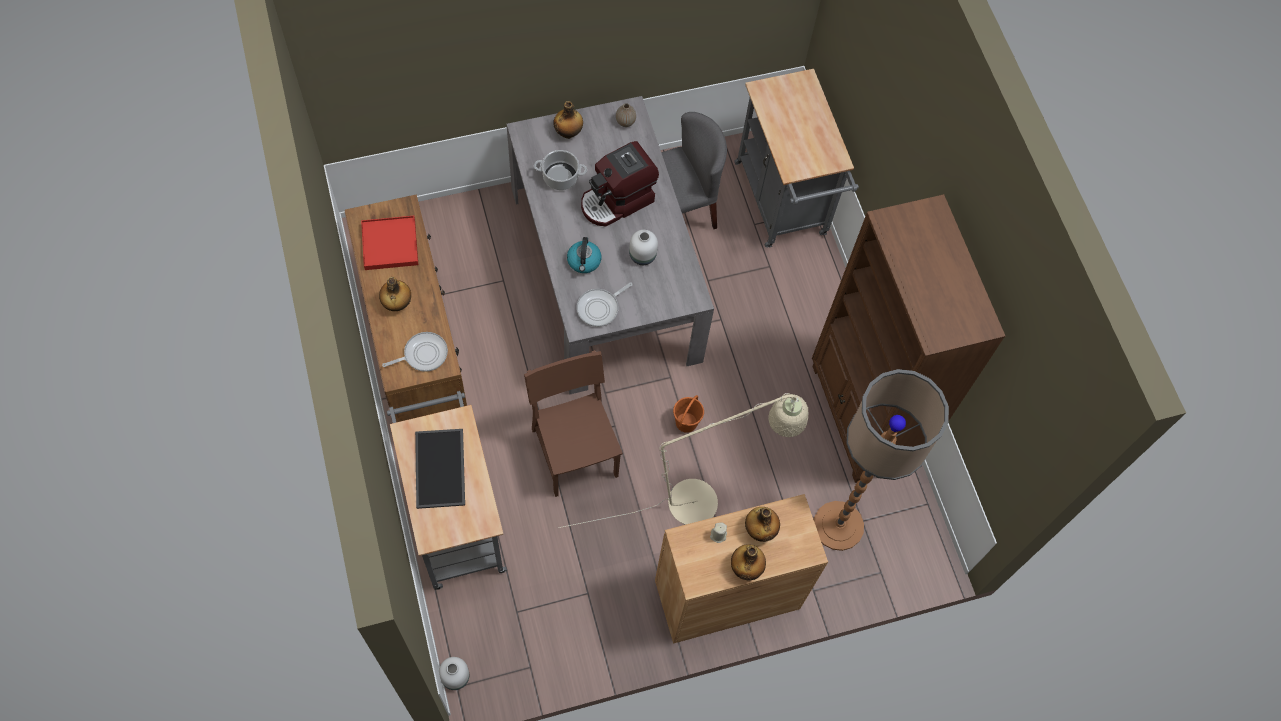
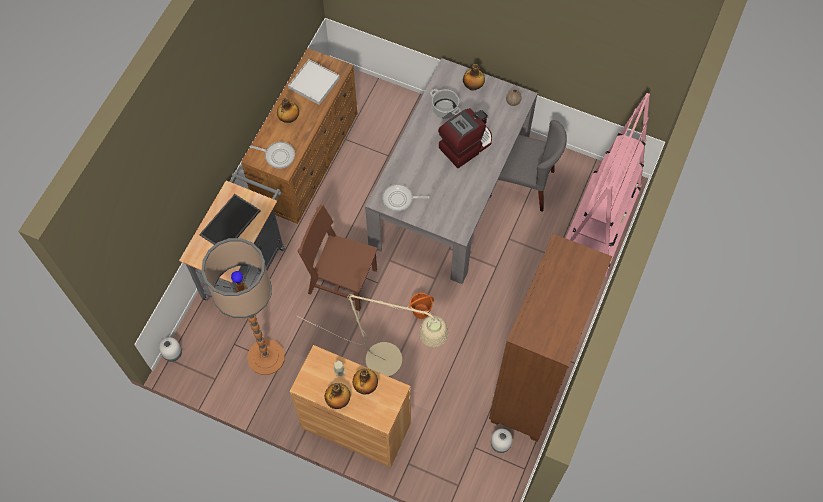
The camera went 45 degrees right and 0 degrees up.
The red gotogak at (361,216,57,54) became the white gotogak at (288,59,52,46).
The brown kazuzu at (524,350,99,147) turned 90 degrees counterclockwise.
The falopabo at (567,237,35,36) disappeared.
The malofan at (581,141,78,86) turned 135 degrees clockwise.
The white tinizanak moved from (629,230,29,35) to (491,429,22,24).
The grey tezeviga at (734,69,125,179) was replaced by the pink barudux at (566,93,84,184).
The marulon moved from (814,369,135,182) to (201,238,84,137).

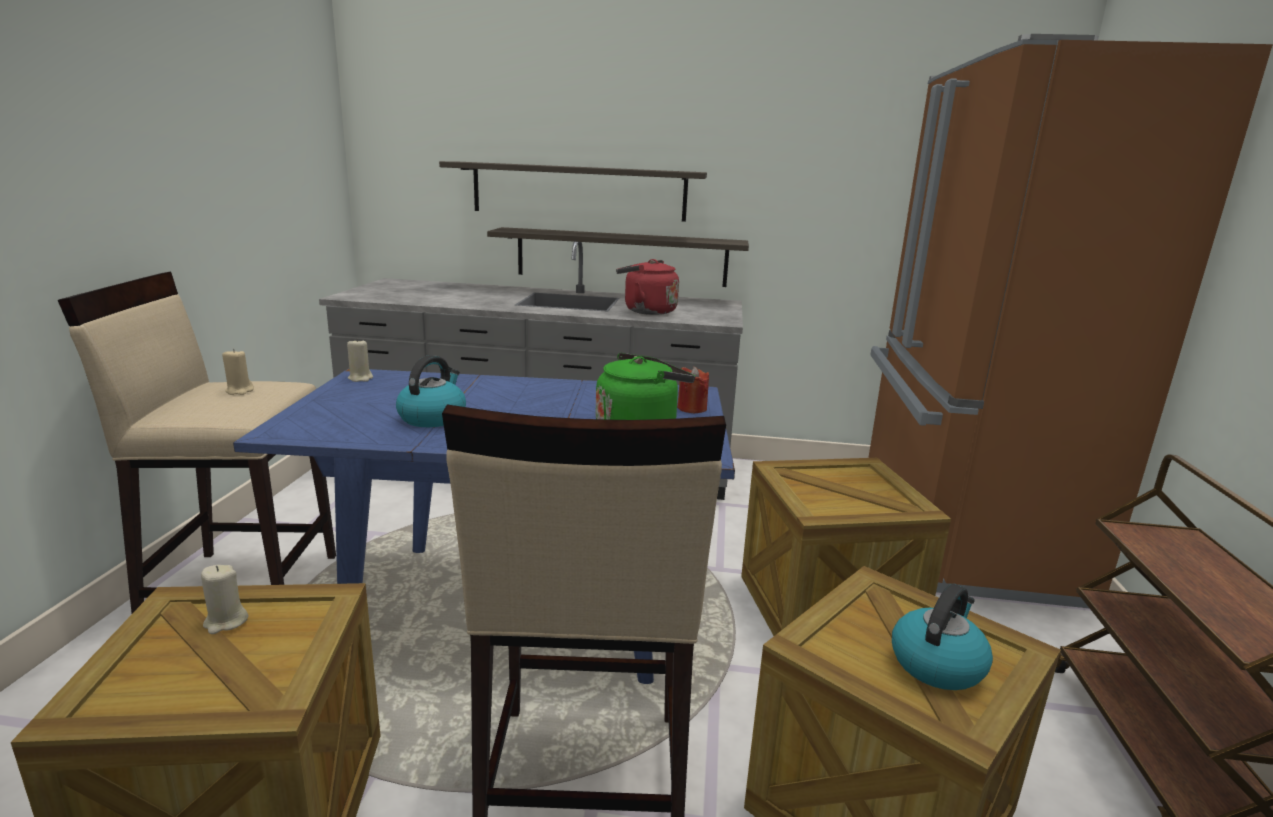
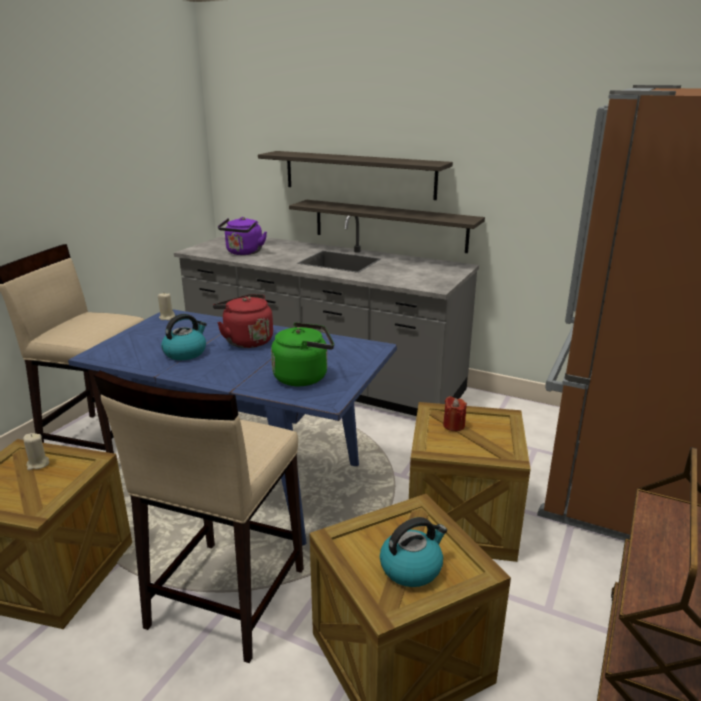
The camera went 20 degrees right and 5 degrees up.
The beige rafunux at (222,349,32,46) disappeared.
The red falopabo moved from (616,259,63,56) to (213,294,60,54).
The red rafunux moved from (677,366,32,47) to (443,396,24,35).
The purple falopabo at (218,217,49,38) appeared.

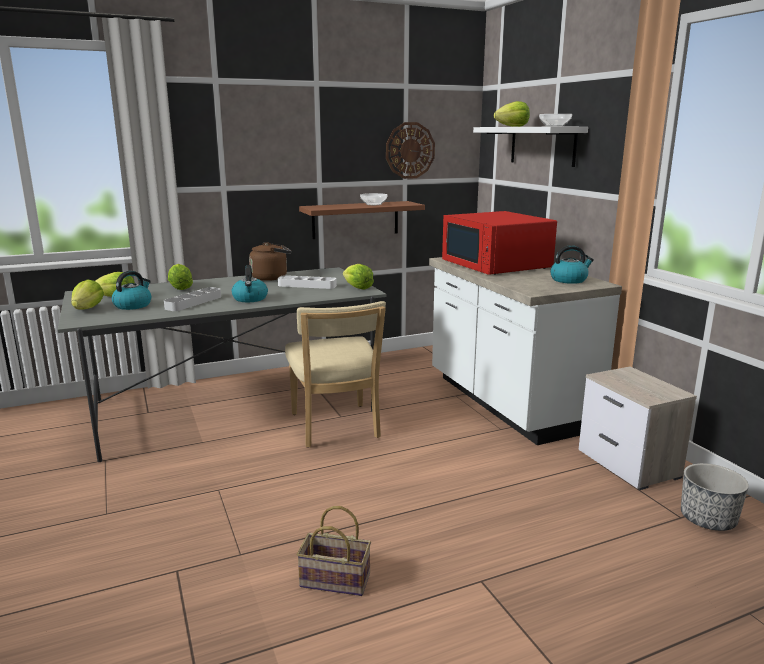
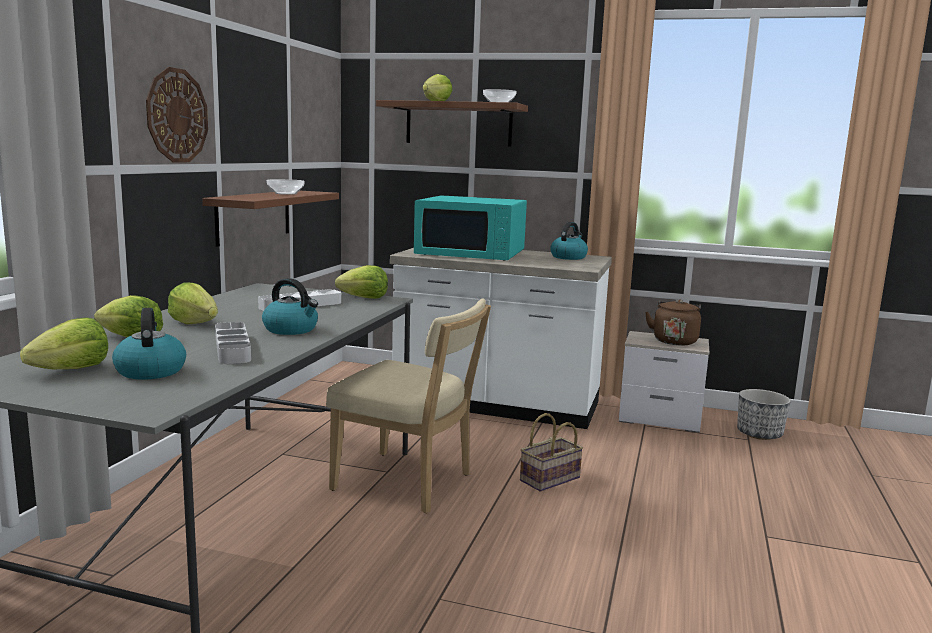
The camera went 50 degrees left and 5 degrees down.
The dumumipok moved from (71,279,33,31) to (168,282,50,42).
The brown falopabo moved from (249,242,43,39) to (645,299,56,46).
The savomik moved from (297,506,74,90) to (520,413,63,78).
The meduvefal moved from (386,122,49,57) to (146,67,62,96).
The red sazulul at (442,211,115,64) became the turquoise sazulul at (414,195,113,66).
The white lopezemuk at (473,127,115,40) became the brown lopezemuk at (376,100,152,47).

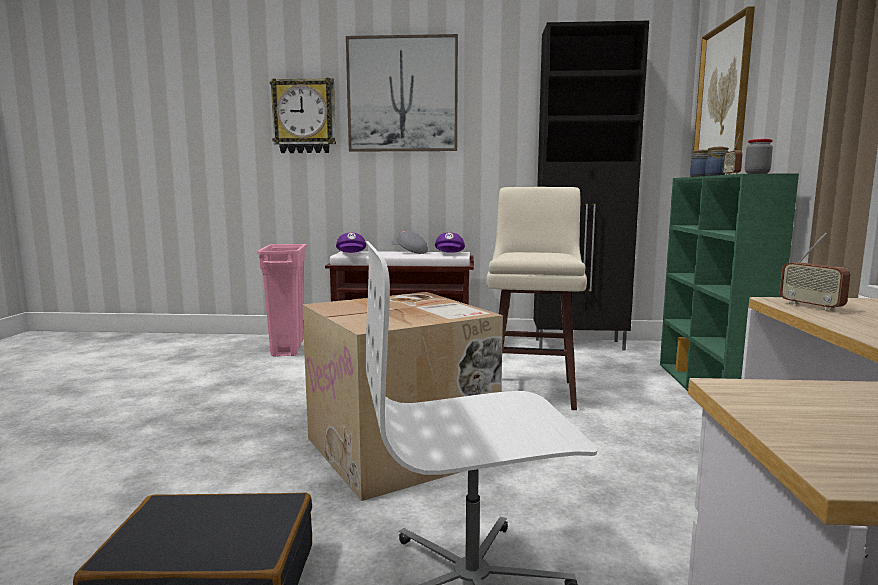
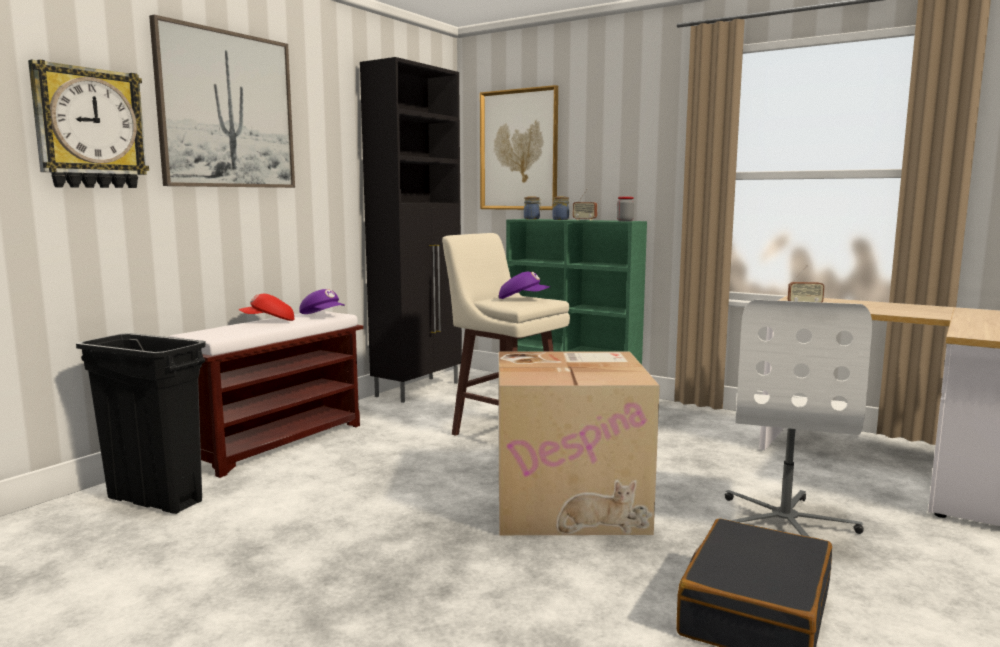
The camera went 60 degrees left and 0 degrees up.
The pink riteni at (257,244,50,113) became the black riteni at (76,333,130,181).
The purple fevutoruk moved from (336,233,30,20) to (499,272,51,27).
The grey fevutoruk at (391,231,37,23) became the red fevutoruk at (239,294,55,27).

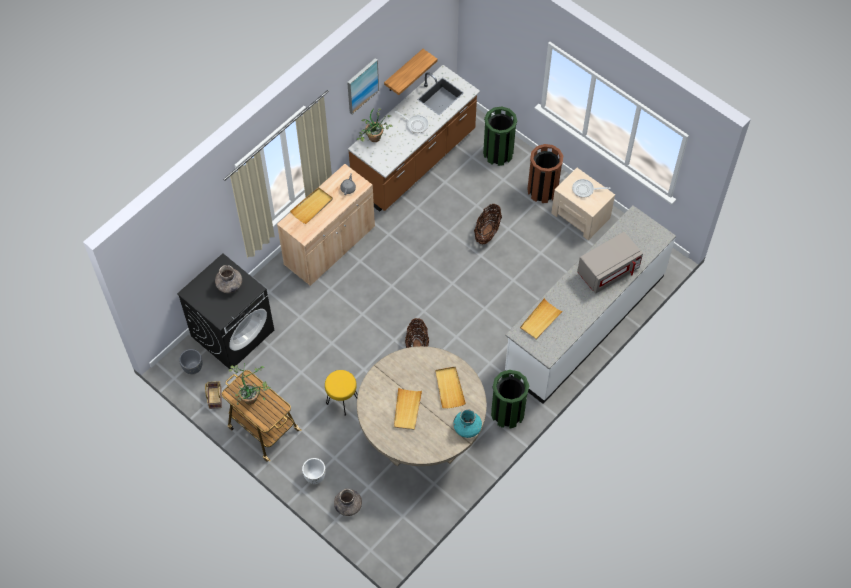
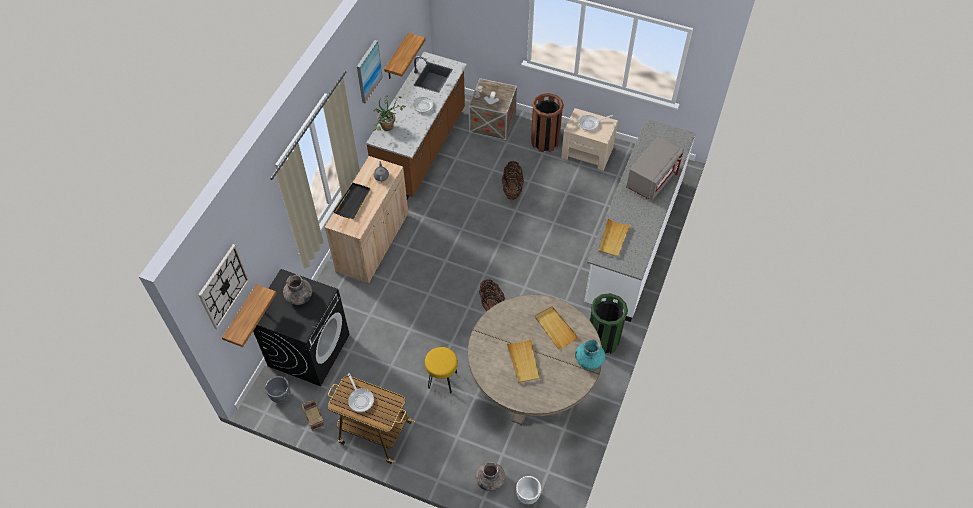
The camera went 20 degrees left and 5 degrees down.
The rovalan at (229,363,41,42) was replaced by the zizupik at (348,373,26,39).
The beige gotogak at (290,187,43,37) became the black gotogak at (333,183,37,36).
The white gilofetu moved from (302,458,24,26) to (516,476,25,29).
The green riteni at (483,107,34,59) was replaced by the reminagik at (469,78,48,62).
The meduvefal at (198,244,51,85) appeared.
The lopezemuk at (222,284,55,63) appeared.

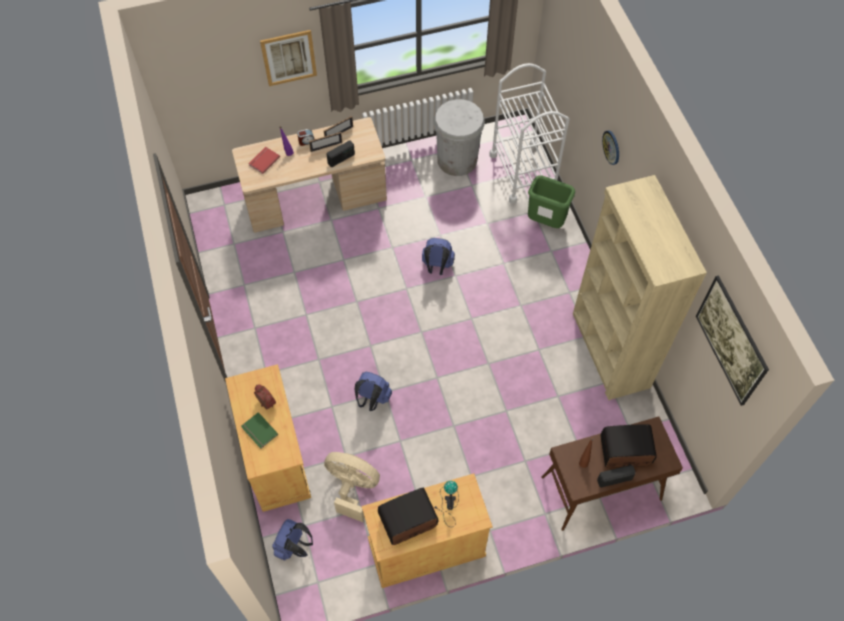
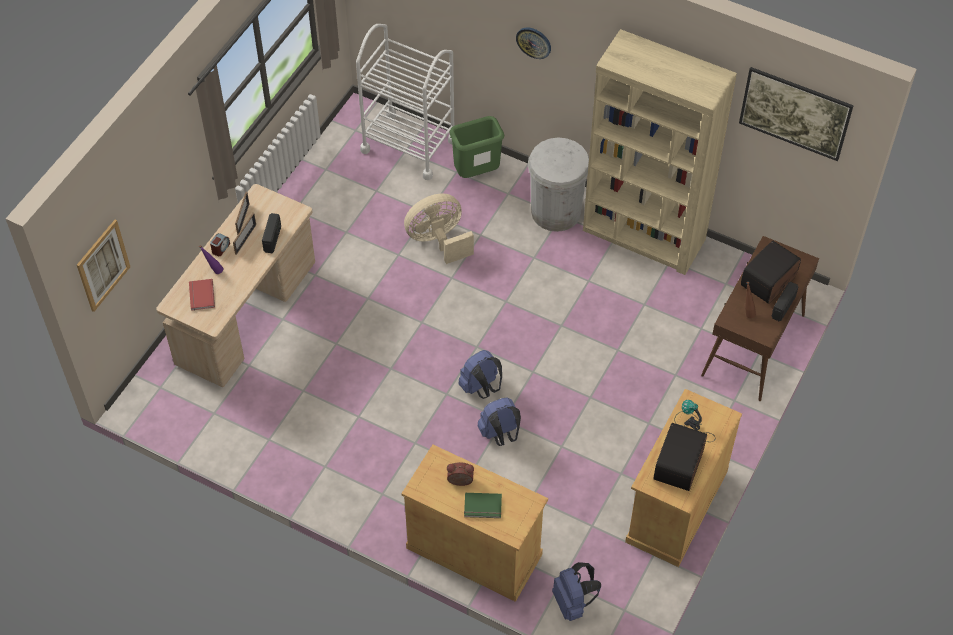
The camera went 45 degrees left and 5 degrees down.
The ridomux moved from (260,30,57,56) to (77,220,53,92).
The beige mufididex moved from (324,452,56,70) to (404,193,70,71).
The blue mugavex moved from (422,238,33,37) to (458,350,44,49).
The white riteni moved from (434,99,51,77) to (528,137,61,95).

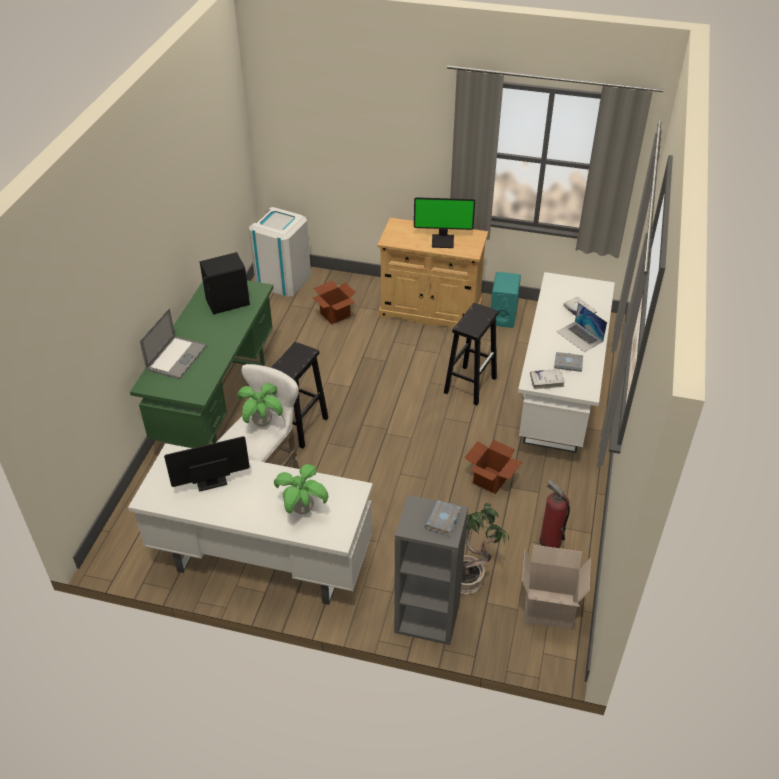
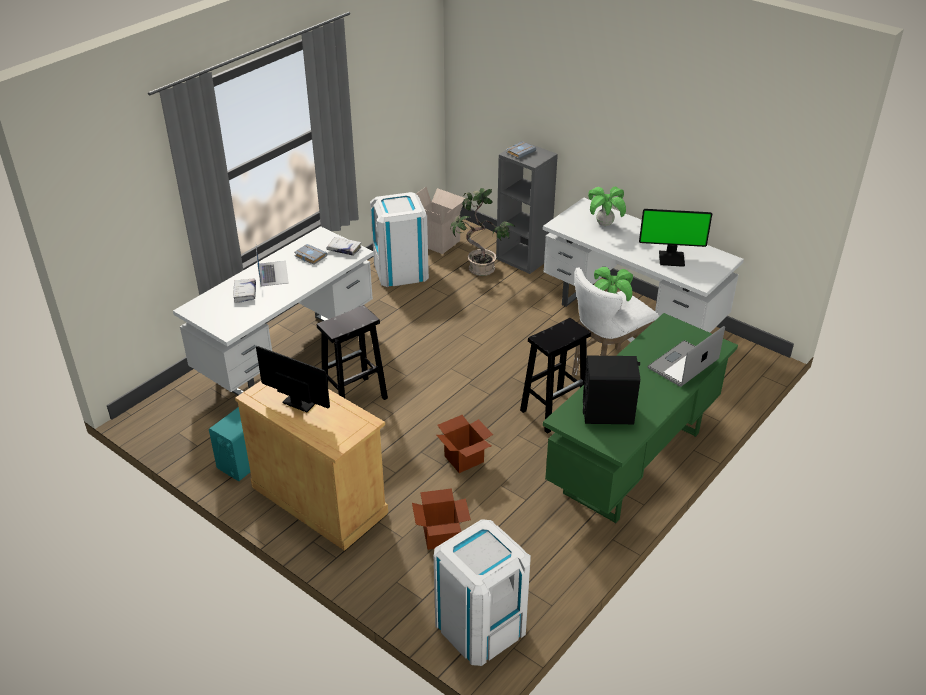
The camera went 155 degrees left and 5 degrees down.
The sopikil moved from (464,440,58,54) to (436,415,57,58).
The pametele at (539,479,31,69) was replaced by the white riteni at (370,192,59,95).

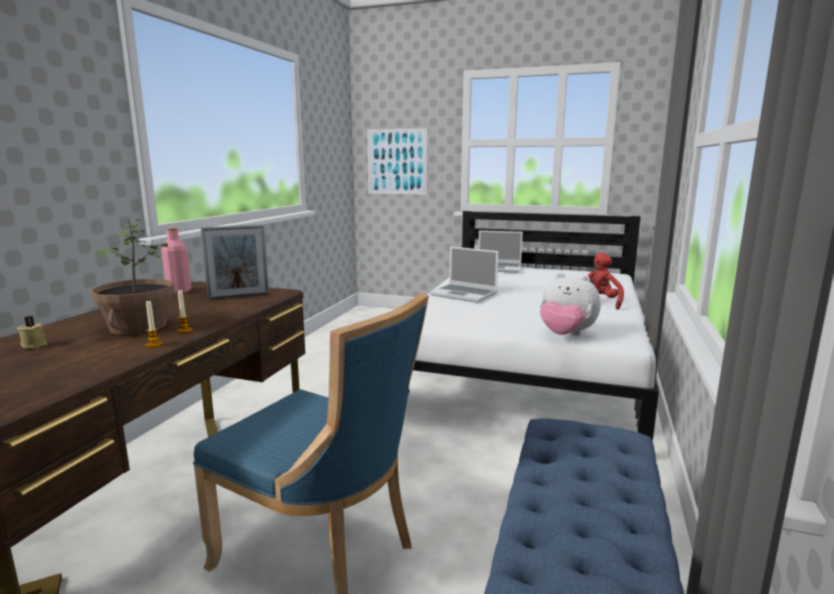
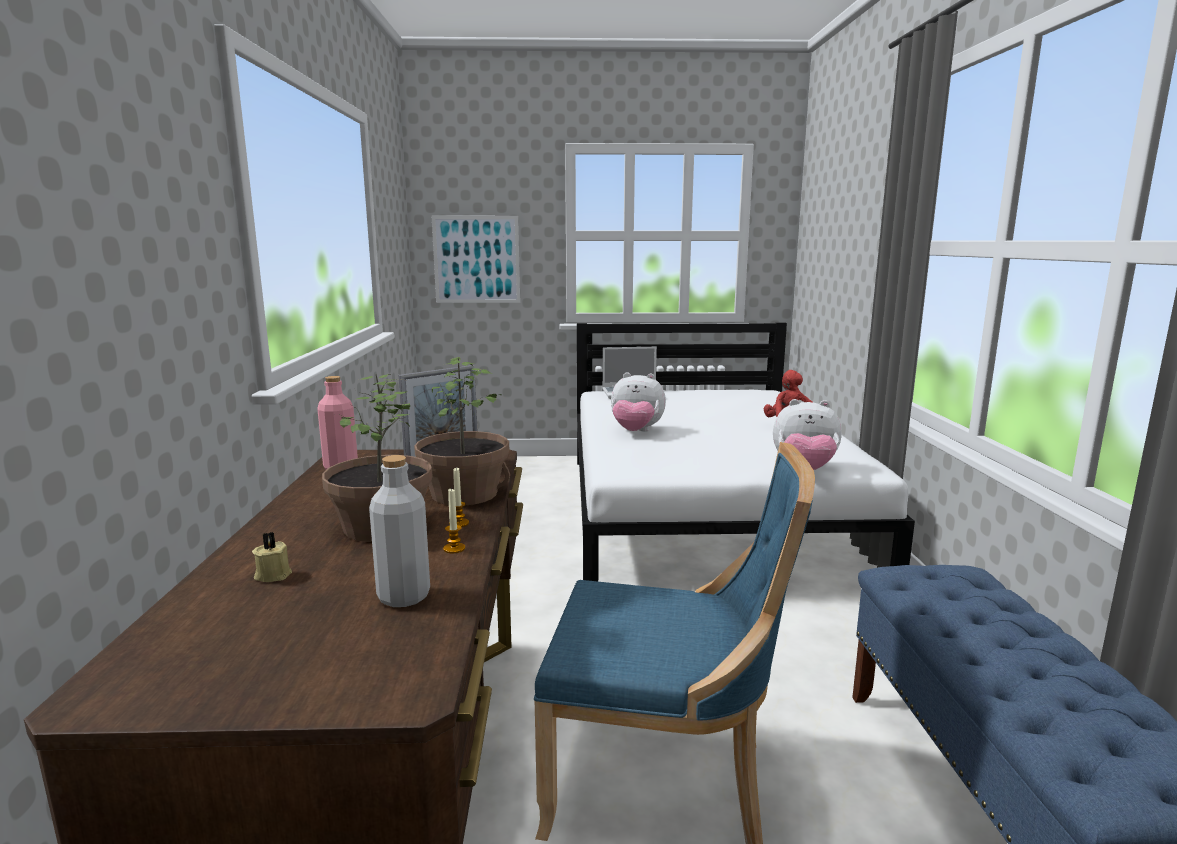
The camera went 20 degrees left and 0 degrees up.
The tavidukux at (430,246,68,57) was replaced by the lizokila at (611,372,55,60).
The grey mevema at (369,455,61,152) appeared.
The rovalan at (414,357,96,149) appeared.

